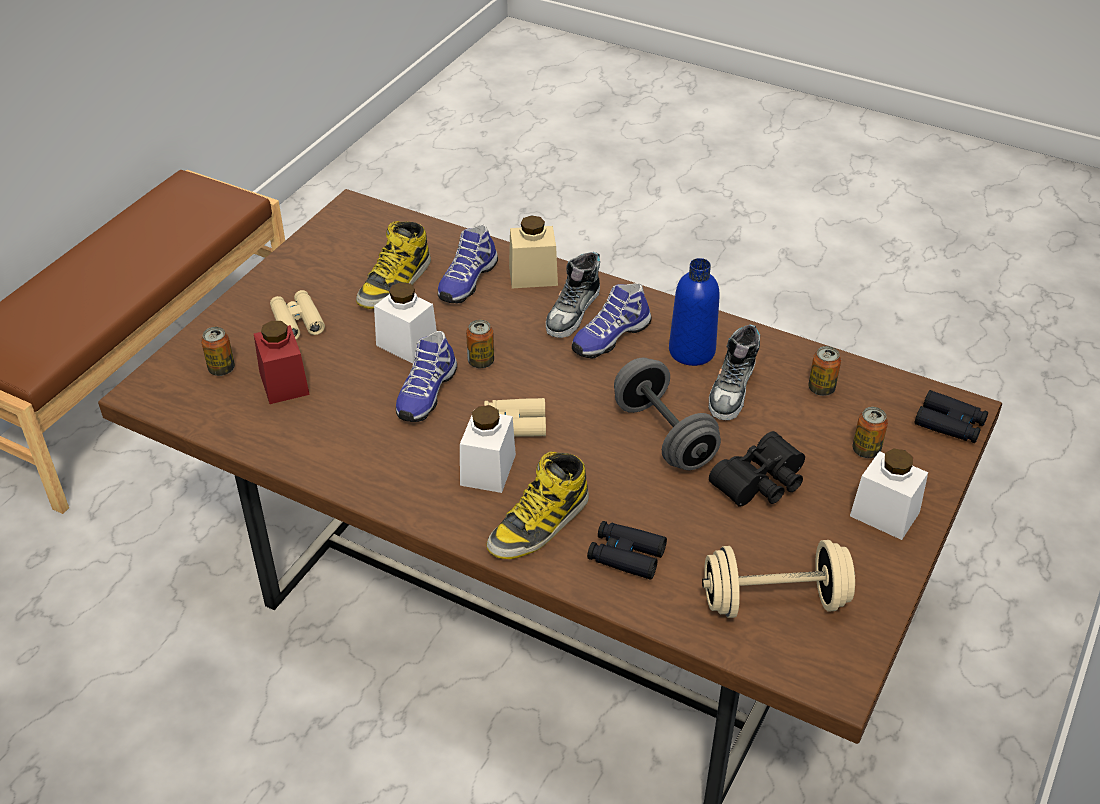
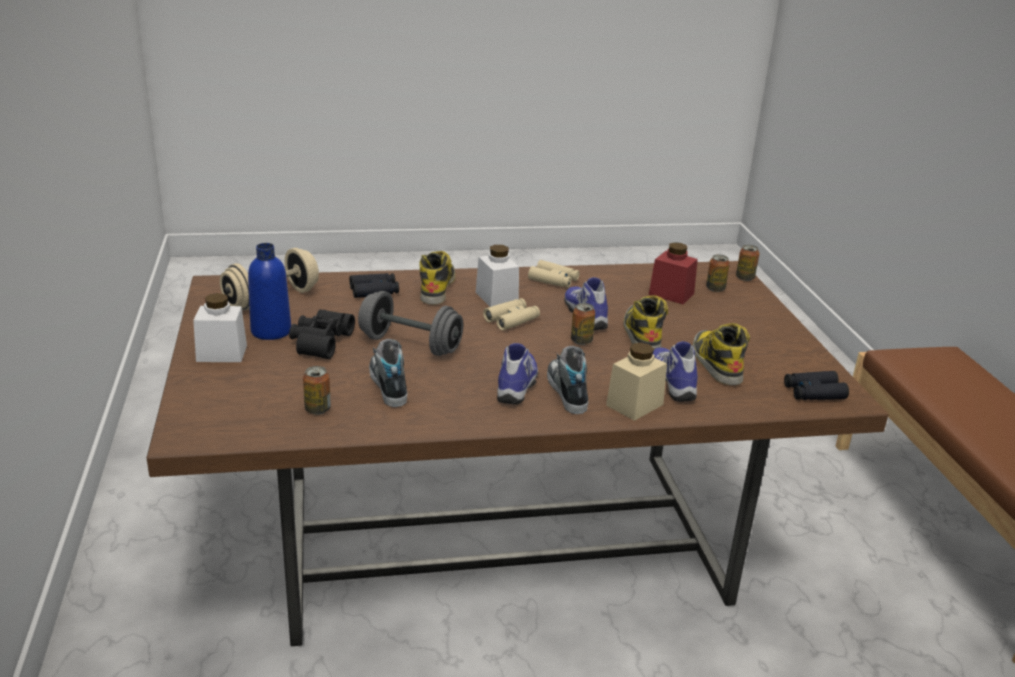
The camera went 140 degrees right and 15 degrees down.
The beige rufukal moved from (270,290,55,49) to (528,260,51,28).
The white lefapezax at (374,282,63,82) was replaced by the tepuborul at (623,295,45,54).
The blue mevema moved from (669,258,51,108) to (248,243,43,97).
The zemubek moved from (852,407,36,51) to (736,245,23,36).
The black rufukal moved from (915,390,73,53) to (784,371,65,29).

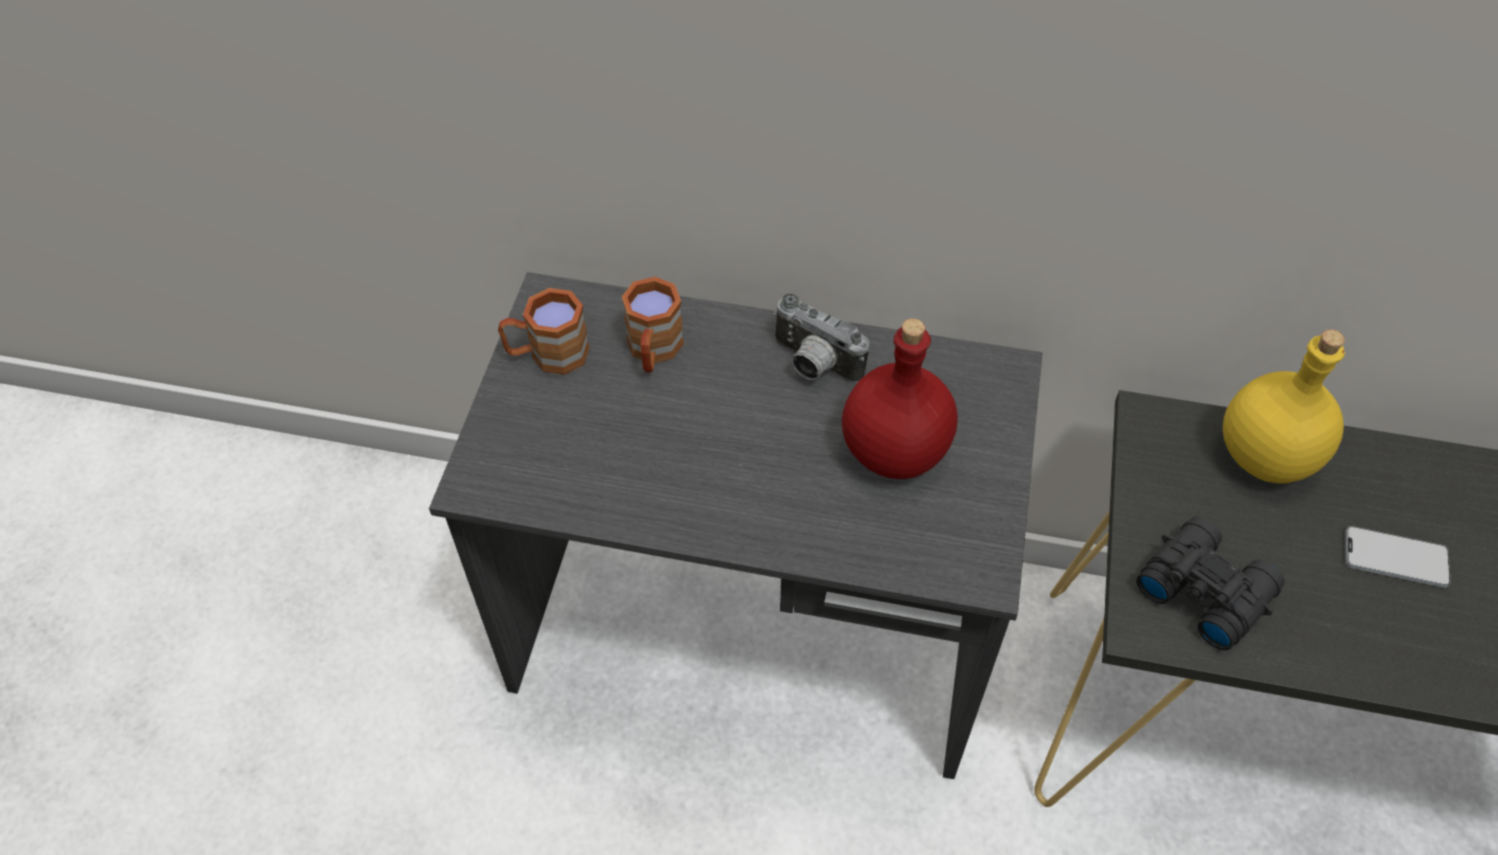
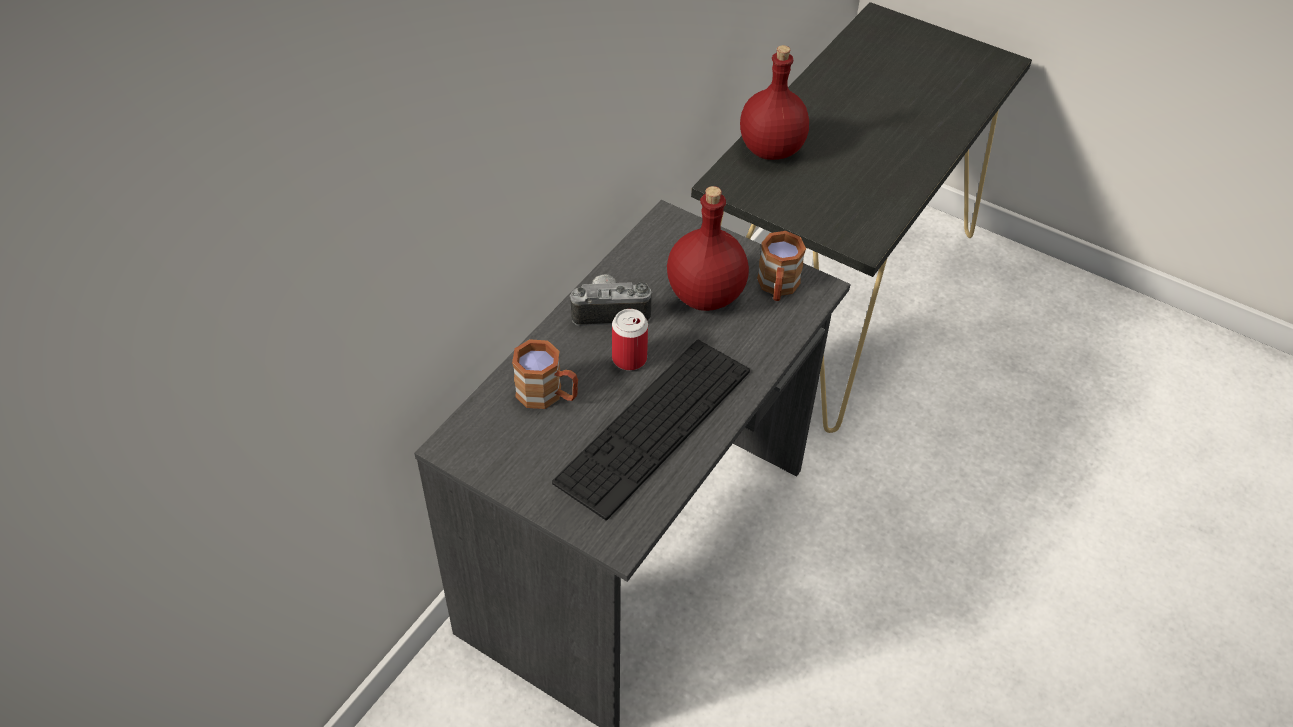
The camera went 70 degrees left and 5 degrees down.
The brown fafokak moved from (498,288,92,87) to (757,231,49,70).
The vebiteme at (773,293,96,90) turned 150 degrees counterclockwise.
The black rufukal at (1136,516,149,134) disappeared.
The yellow mevema at (1223,329,122,154) became the red mevema at (740,45,69,115).
The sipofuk at (1346,526,105,62) disappeared.
The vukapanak at (552,340,198,180) appeared.
The zemubek at (612,309,36,62) appeared.

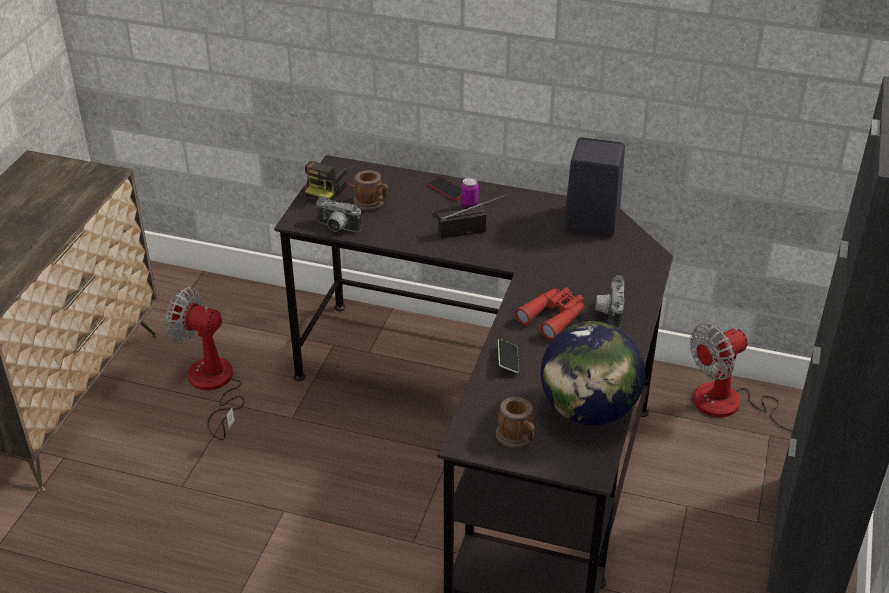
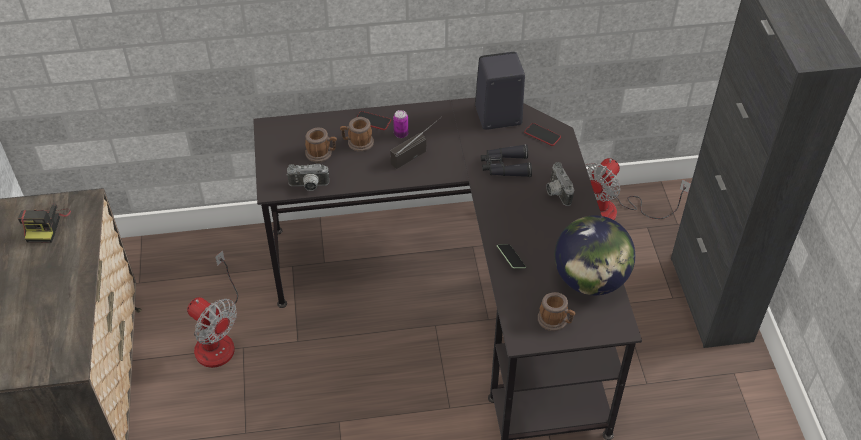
The camera went 25 degrees left and 10 degrees up.
The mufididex at (166,287,78,153) turned 135 degrees counterclockwise.
The vebiteme moved from (305,161,50,40) to (18,204,53,39).
The red rufukal at (515,287,70,53) disappeared.
The fafokak at (340,117,34,35) appeared.
The black rufukal at (481,144,51,33) appeared.
The sipofuk at (524,123,37,23) appeared.

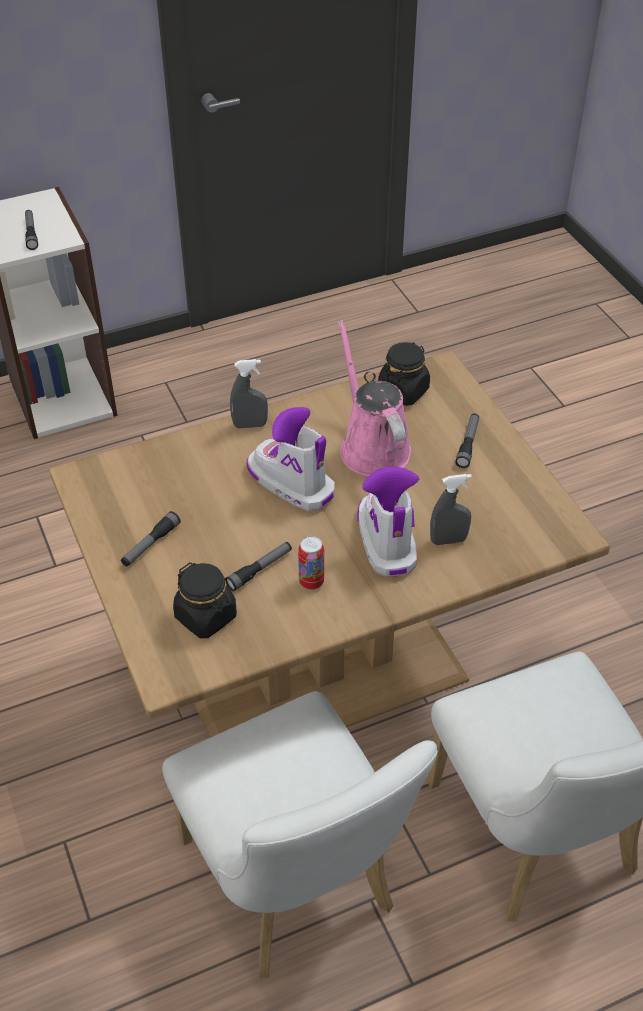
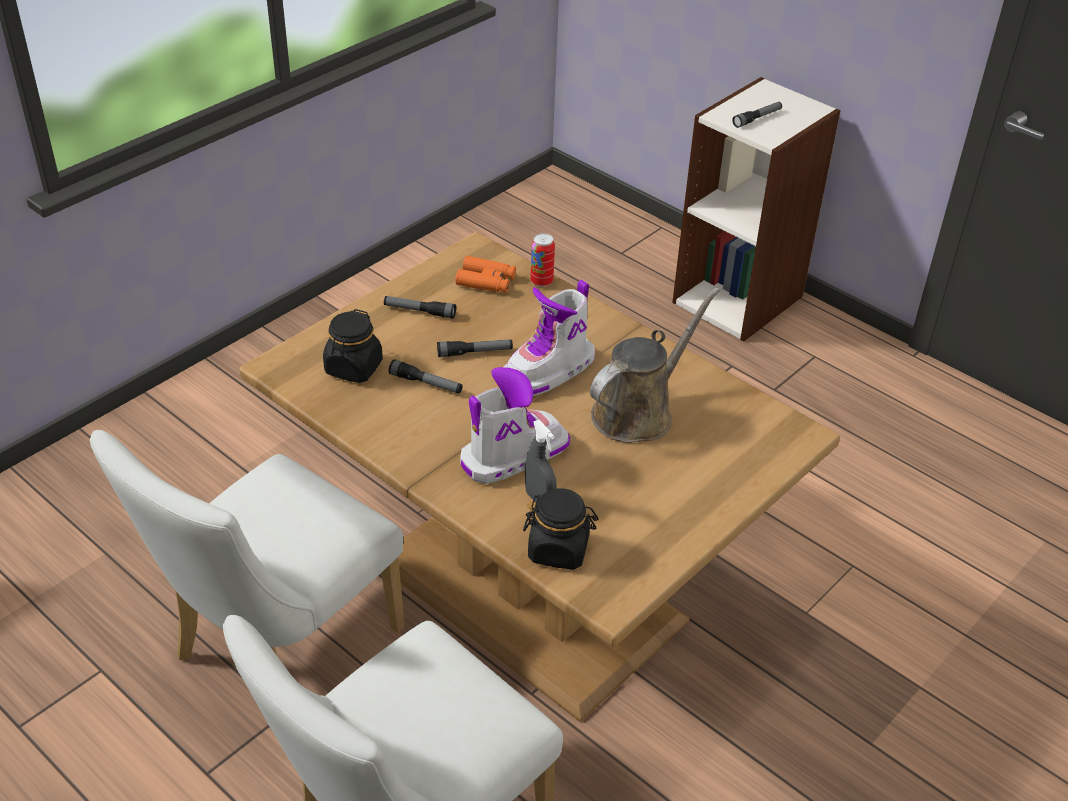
The camera went 65 degrees right and 5 degrees down.
The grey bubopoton at (230,359,38,69) disappeared.
The tepuborul at (246,407,89,104) turned 150 degrees counterclockwise.
The zemubek moved from (298,536,26,54) to (531,233,24,54).
The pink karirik at (338,320,73,157) became the brown karirik at (590,288,130,155).
The black lefapezax moved from (378,342,52,64) to (523,488,75,82).
The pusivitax moved from (455,414,24,54) to (437,339,76,18).
The orange rufukal at (455,256,61,37) appeared.

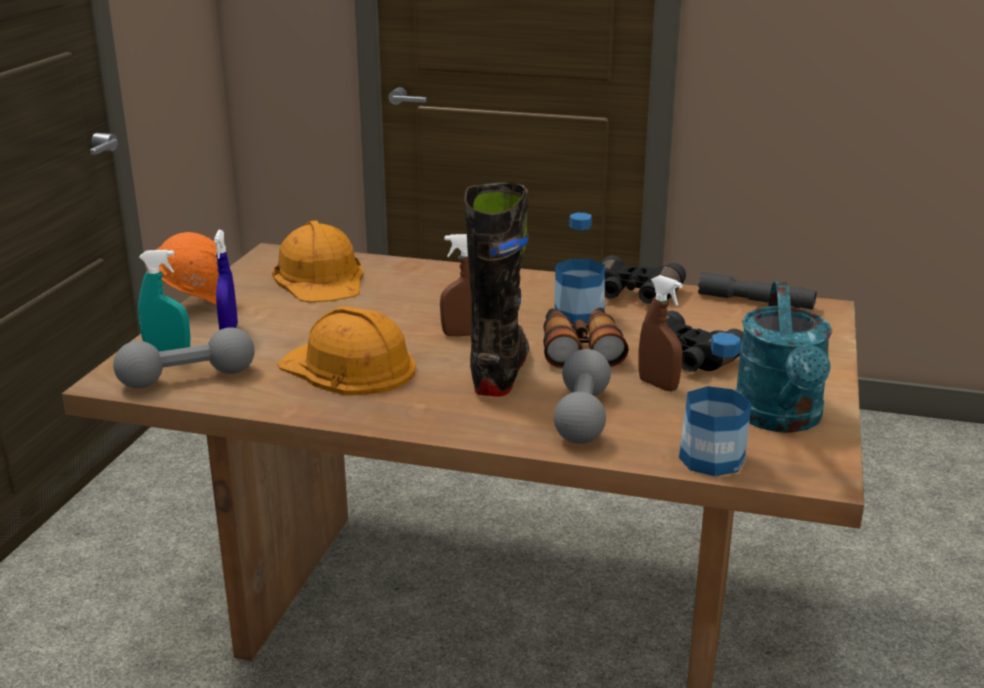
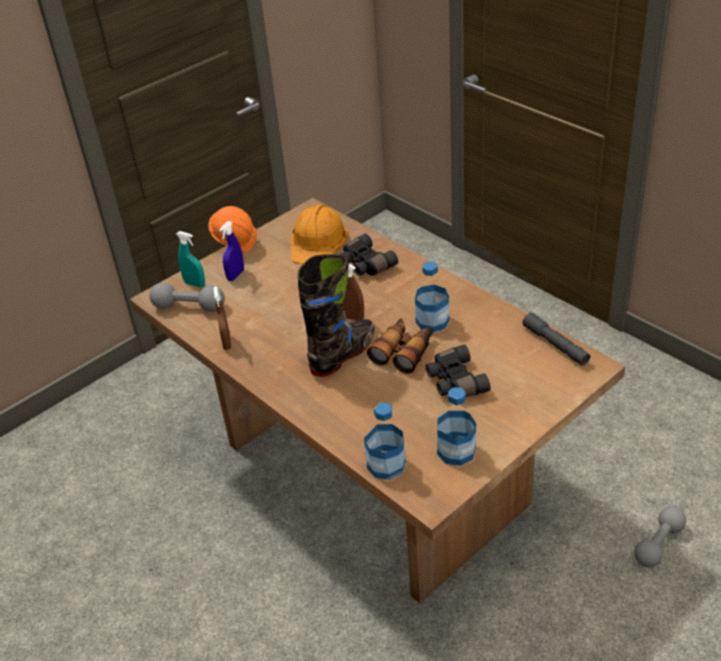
The camera went 35 degrees right and 15 degrees up.
The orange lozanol at (278,306,138,89) disappeared.
The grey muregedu moved from (554,349,57,95) to (634,506,52,61).
The black rufukal moved from (601,255,85,49) to (339,234,59,42).
The brown bubopoton moved from (639,275,44,116) to (214,286,17,64).
The turquoise karirik at (735,281,97,152) was replaced by the mevema at (437,387,39,79).

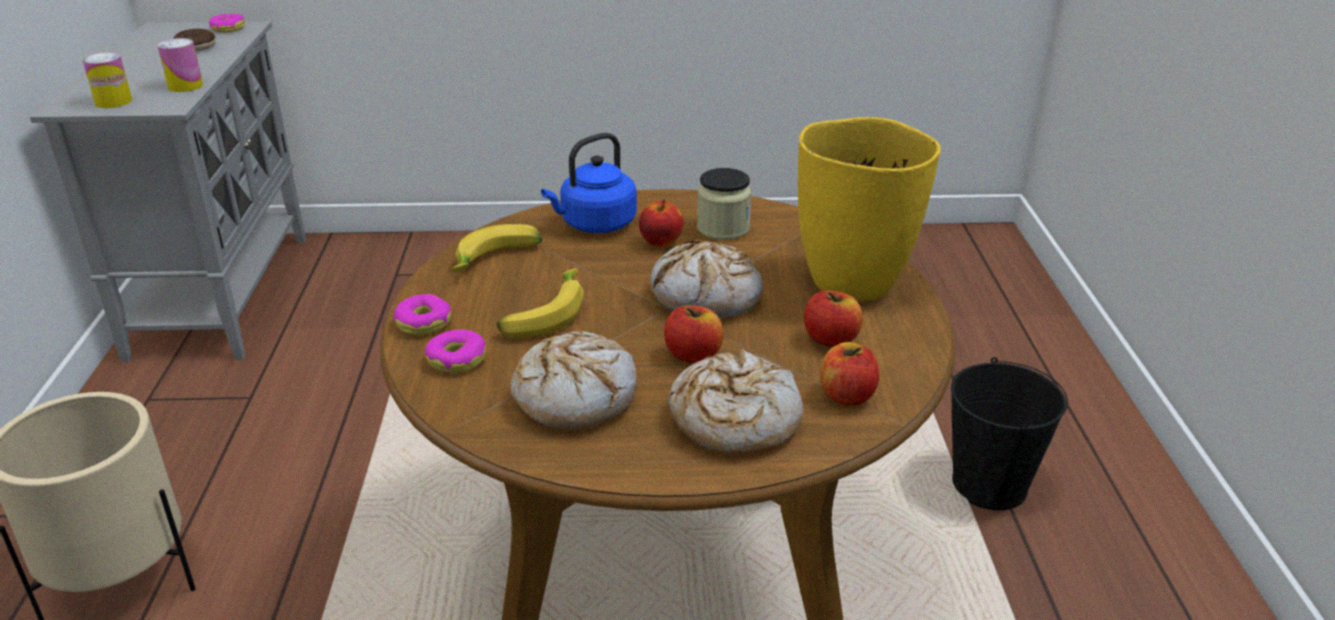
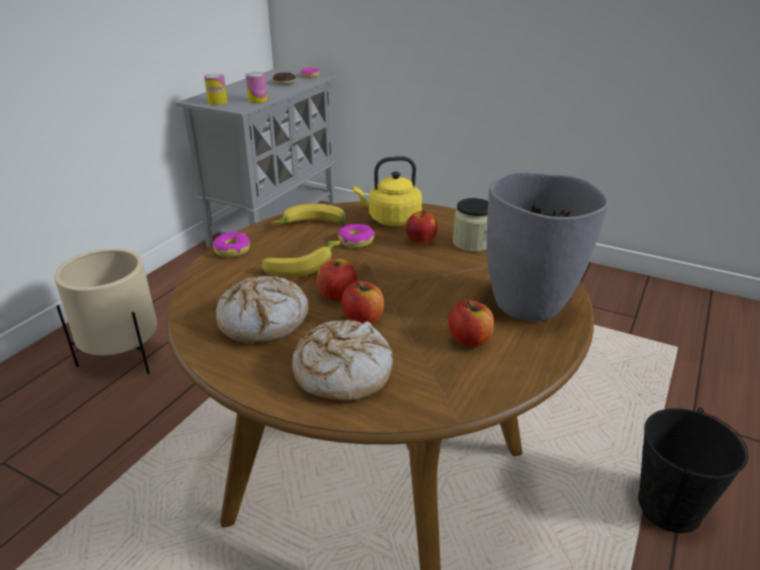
The camera went 30 degrees right and 0 degrees up.
The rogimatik moved from (425,330,61,43) to (338,224,37,24).
The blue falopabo at (541,133,96,100) became the yellow falopabo at (353,156,69,70).
The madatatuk at (650,240,113,78) disappeared.
The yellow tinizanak at (798,117,143,184) became the grey tinizanak at (487,171,121,151).
The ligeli moved from (820,342,59,63) to (317,259,40,41).

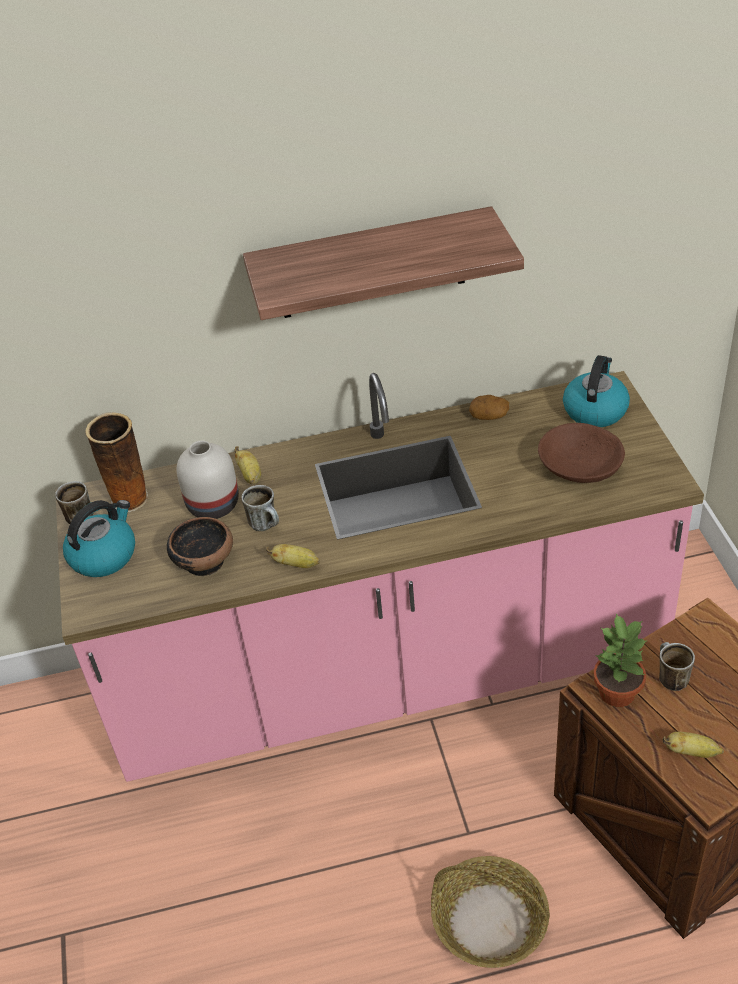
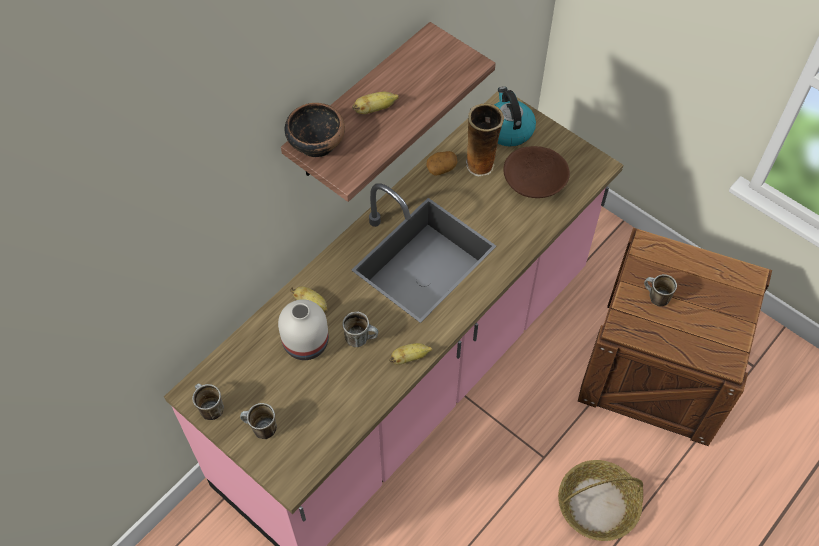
The camera went 40 degrees left and 15 degrees up.
The falopabo at (63,500,72,77) was replaced by the fafokak at (240,403,37,36).
The tinizanak moved from (85,412,63,100) to (466,103,38,74).
The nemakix moved from (167,517,66,59) to (285,103,60,55).
The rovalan at (593,613,55,94) disappeared.
The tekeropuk moved from (662,732,62,26) to (352,92,47,22).

